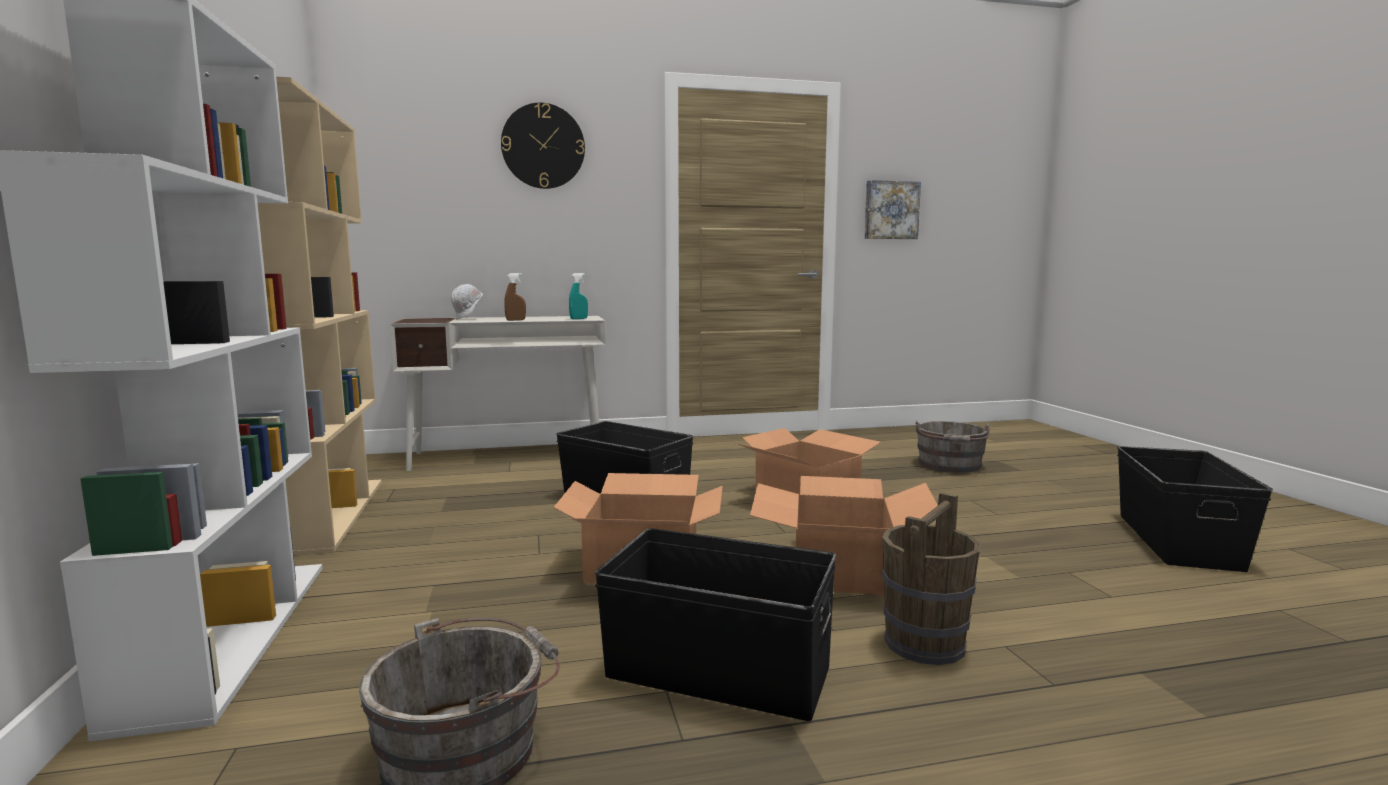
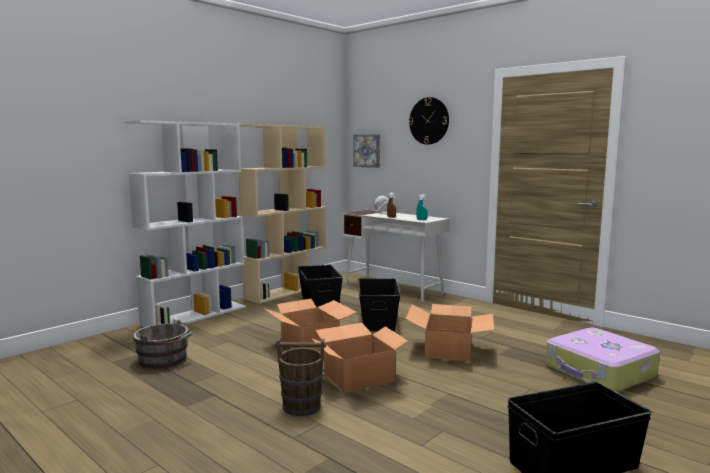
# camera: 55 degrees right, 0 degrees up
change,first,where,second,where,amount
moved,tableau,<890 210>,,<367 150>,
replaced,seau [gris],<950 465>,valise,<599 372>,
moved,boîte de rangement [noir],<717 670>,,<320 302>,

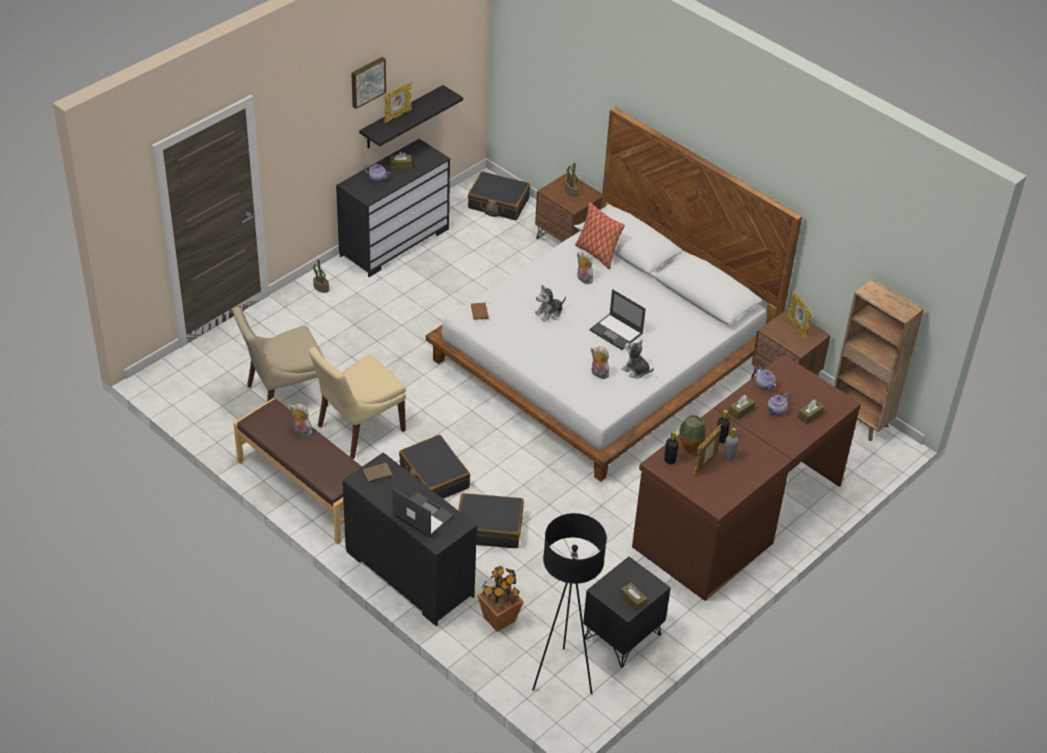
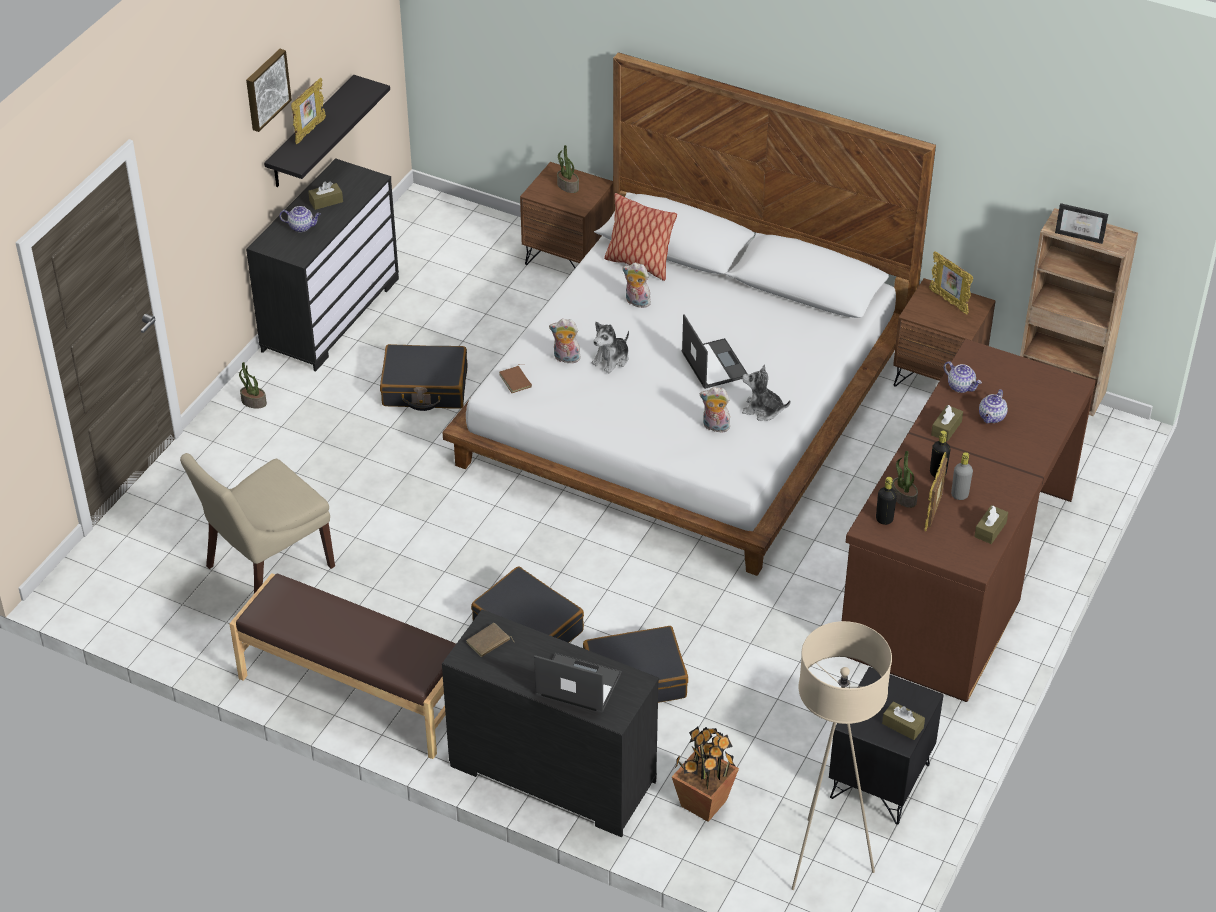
# camera: 15 degrees left, 0 degrees up
change,first,where,second,where,amount
moved,valise [noir],<498 203>,,<425 388>,
turned,ordinateur portable,<616 332>,,<714 363>,135 degrees counterclockwise
removed,chaise [beige],<358 429>,,,
moved,boîte à mouchoirs [marron],<810 415>,,<990 530>,
moved,peluche,<301 431>,,<565 359>,
replaced,vase,<689 449>,plante en pot,<903 498>,
recoloured,lampadaire [noir],<563 676>,lampadaire [beige],<824 858>,
added,,,cadre photo,<1081 235>,

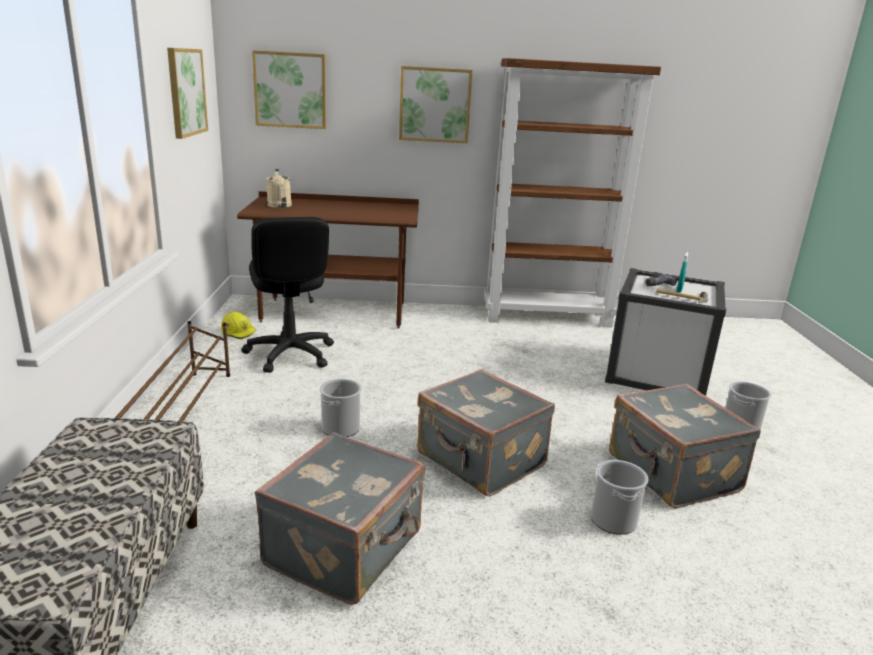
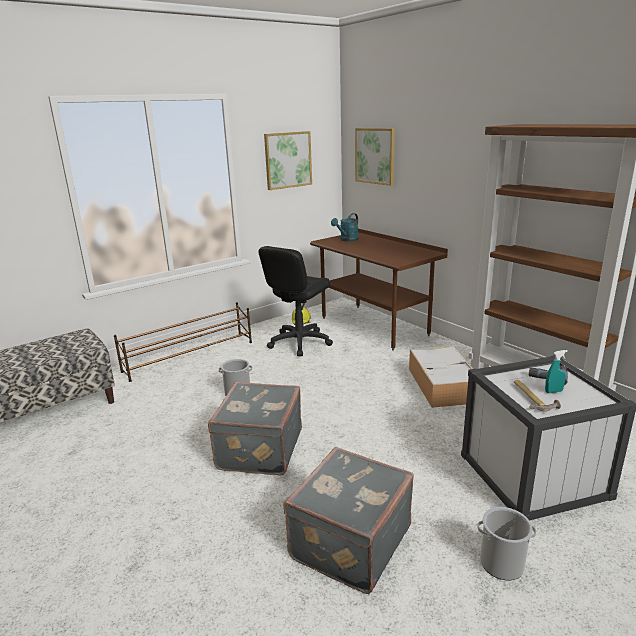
# camera: 55 degrees right, 0 degrees up
change,first,where,second,where,amount
removed,tableau,<435 105>,,,
recoloured,arrosoir [beige],<279 206>,arrosoir [turquoise],<347 240>,
removed,valise [gris],<346 549>,,,
removed,seau,<613 520>,,,
added,,,boîte de rangement,<443 385>,

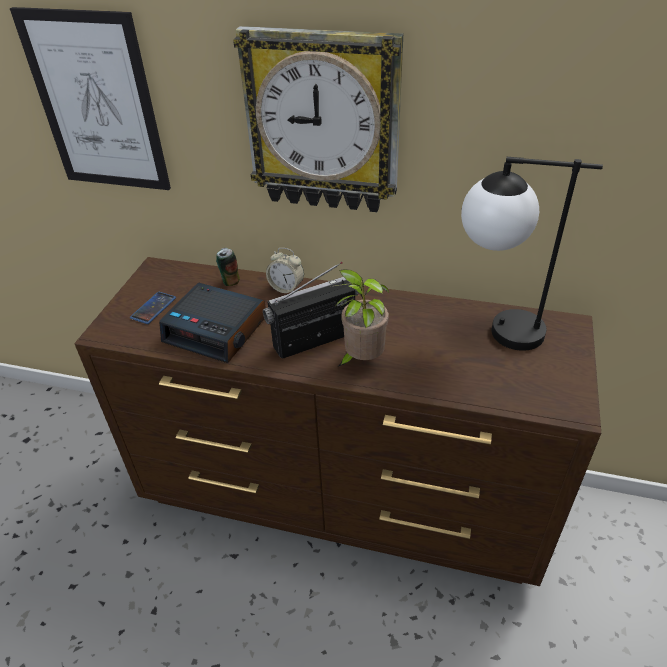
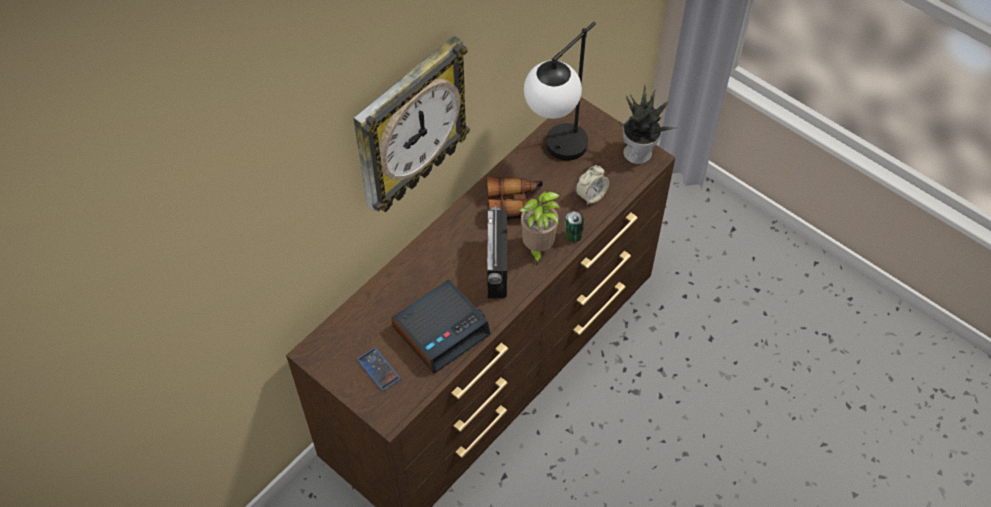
# camera: 65 degrees left, 15 degrees up
change,first,where,second,where,amount
removed,tableau,<97 104>,,,
moved,boîte métallique,<230 281>,,<573 236>,
moved,réveil,<286 288>,,<591 196>,
added,,,plante en pot,<639 152>,
added,,,jumelles,<515 205>,

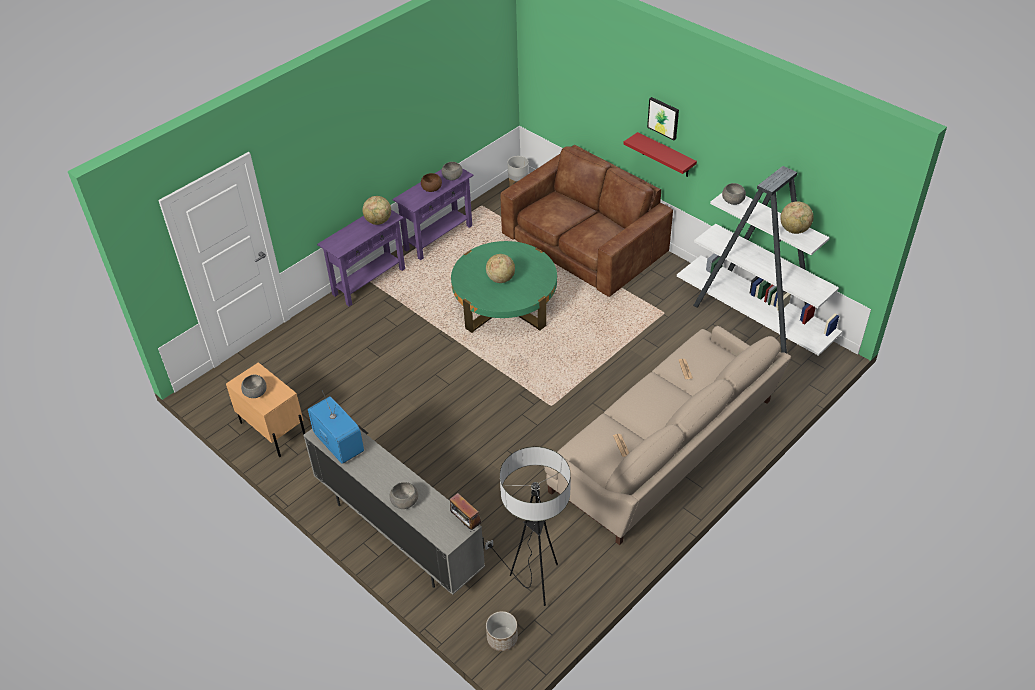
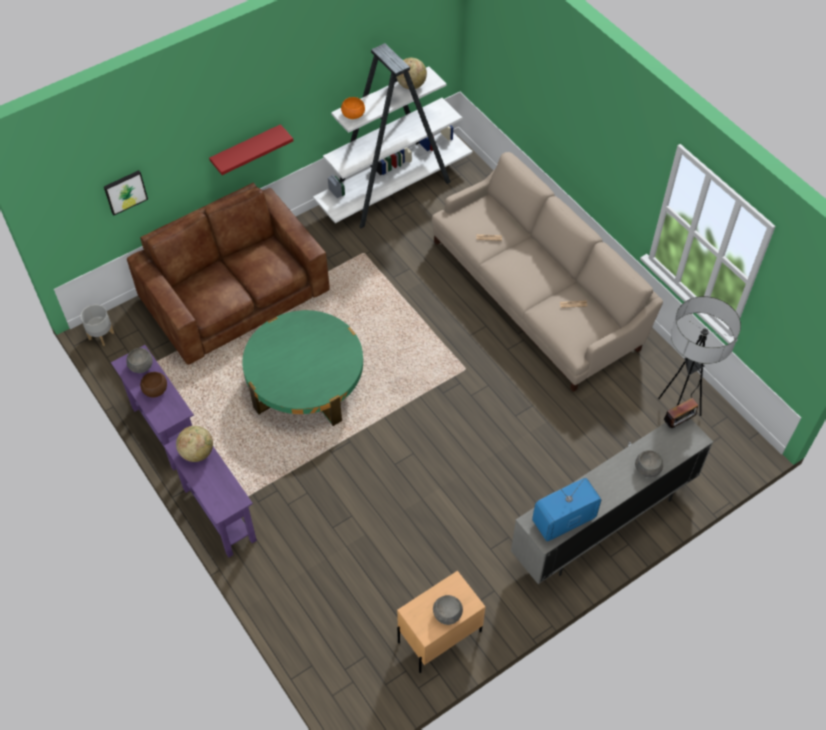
# camera: 80 degrees left, 10 degrees up
change,first,where,second,where,amount
moved,tableau,<663 118>,,<125 191>,
recoloured,bol [gris],<733 200>,bol [orange],<353 114>,
removed,globe,<500 279>,,,
removed,cache-pot,<502 638>,,,

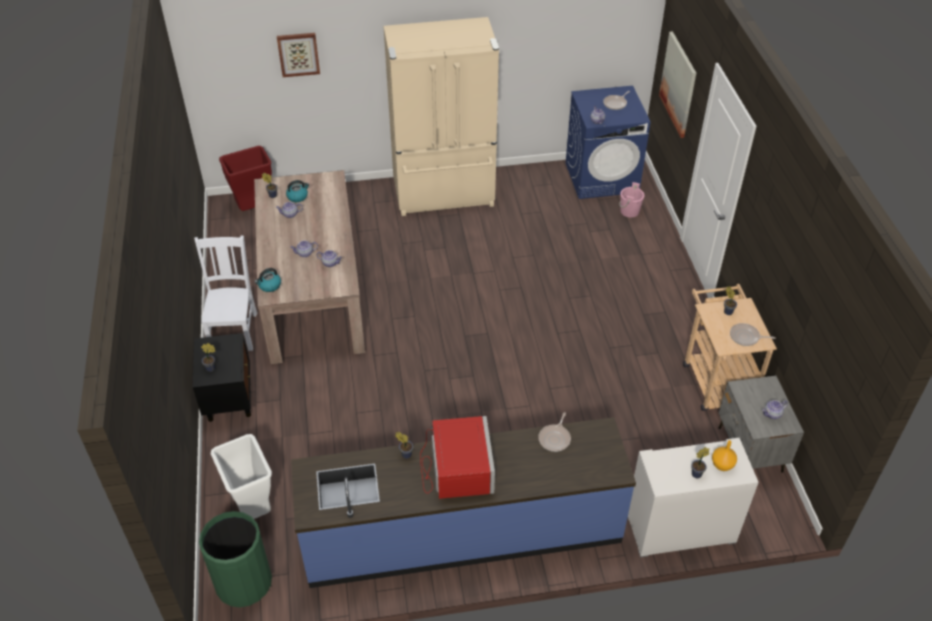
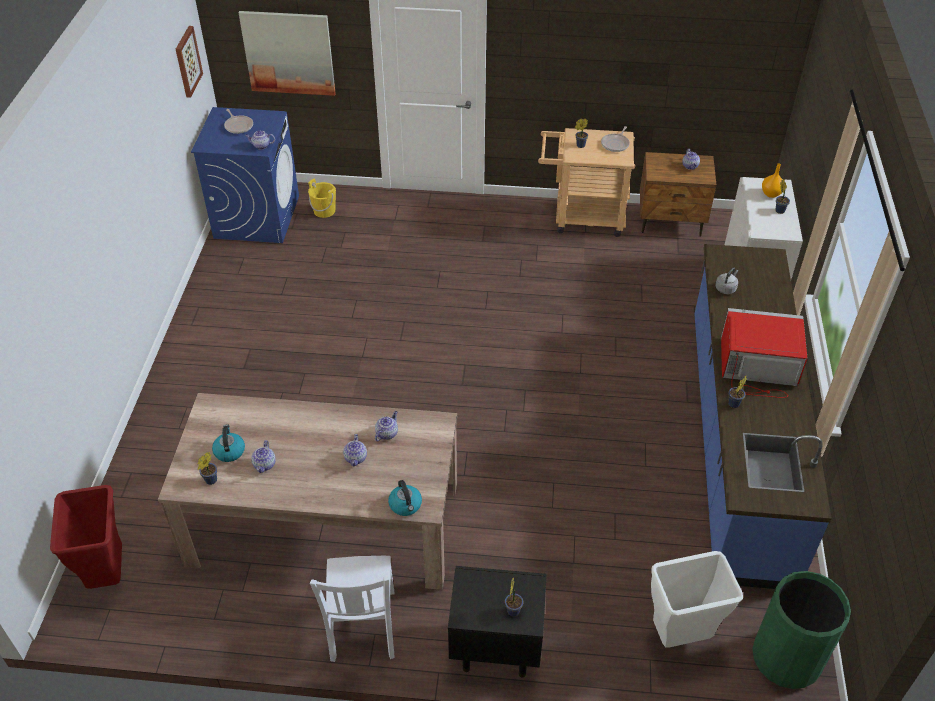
# camera: 75 degrees left, 0 degrees up
change,first,where,second,where,amount
removed,réfrigérateur [beige],<444 194>,,,
moved,tableau,<298 54>,,<187 61>,
recoloured,seau [rose],<629 211>,seau [jaune],<324 211>,
turned,chaise [blanc],<234 330>,,<362 628>,105 degrees counterclockwise
recoloured,table de chevet [gris],<749 450>,table de chevet [marron],<671 221>,
replaced,poêle,<555 438>,bouilloire [gris],<726 288>,

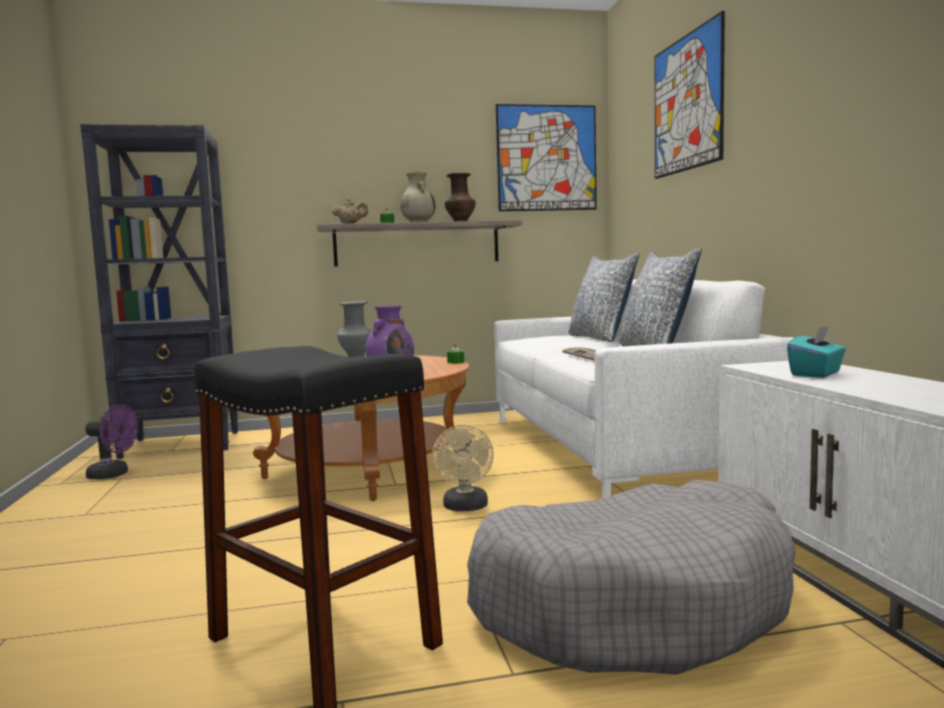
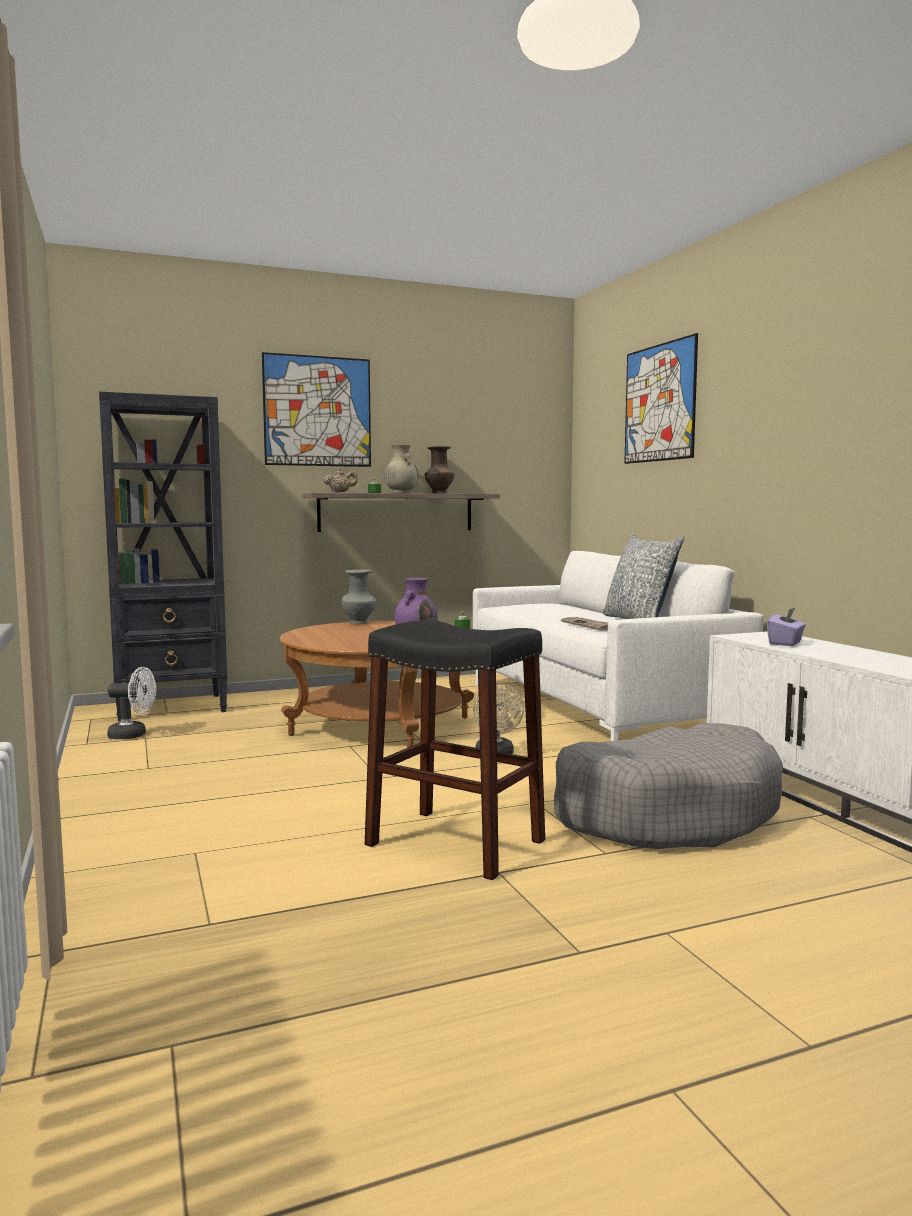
# camera: 10 degrees left, 0 degrees up
change,first,where,second,where,amount
moved,tableau,<546 158>,,<317 411>,
removed,coussin,<601 338>,,,
recoloured,boîte à mouchoirs [turquoise],<816 374>,boîte à mouchoirs [violet],<785 643>,
recoloured,ventilateur [violet],<114 475>,ventilateur [blanc],<133 735>,

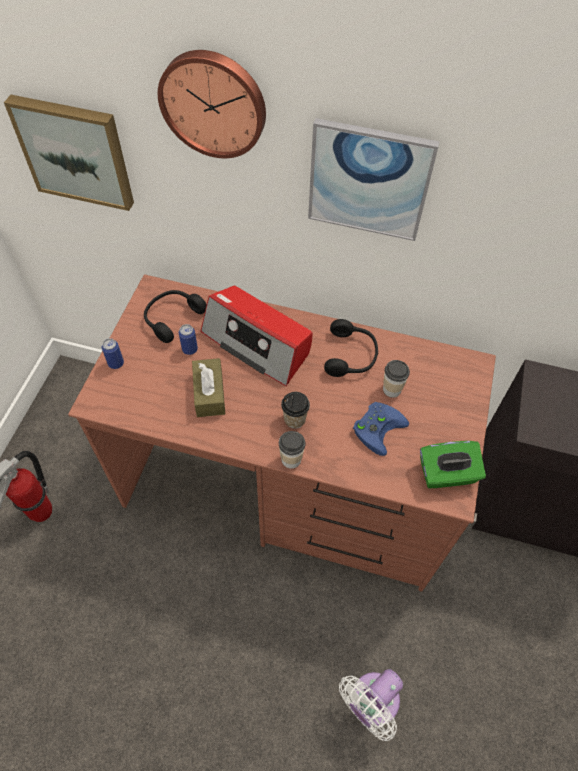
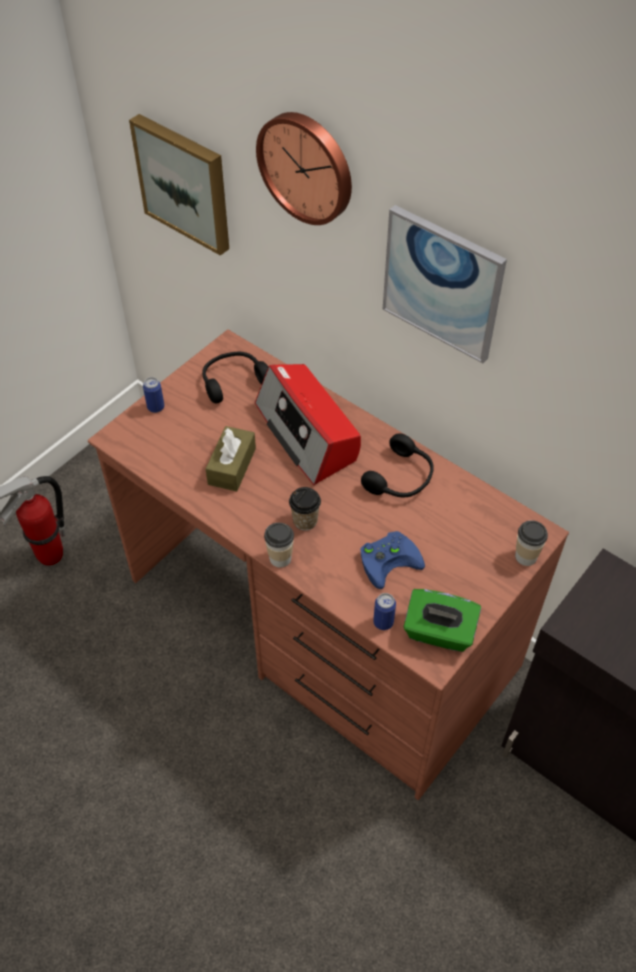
# camera: 25 degrees right, 5 degrees down
change,first,where,second,where,amount
moved,boîte métallique,<190 349>,,<383 622>,
moved,tasse,<391 389>,,<525 556>,
removed,ventilateur [blanc],<370 703>,,,

